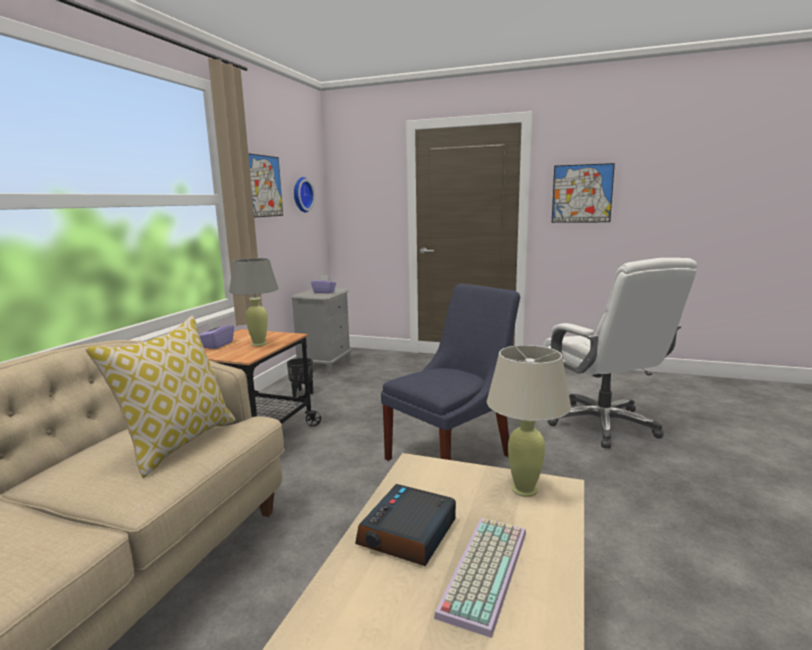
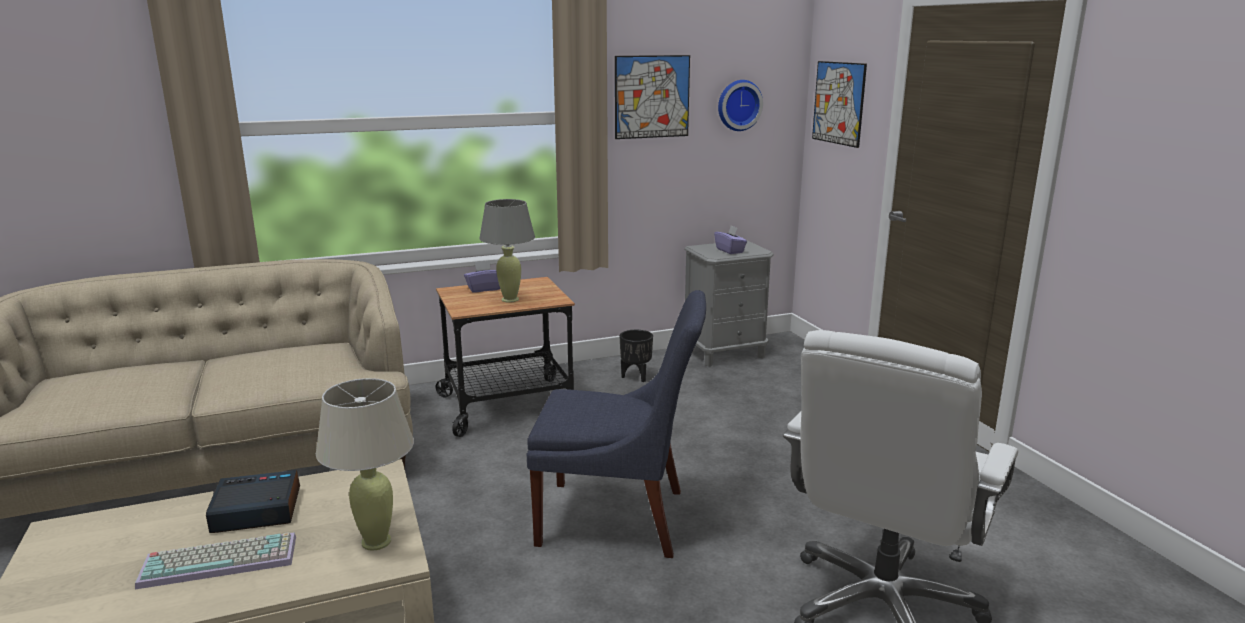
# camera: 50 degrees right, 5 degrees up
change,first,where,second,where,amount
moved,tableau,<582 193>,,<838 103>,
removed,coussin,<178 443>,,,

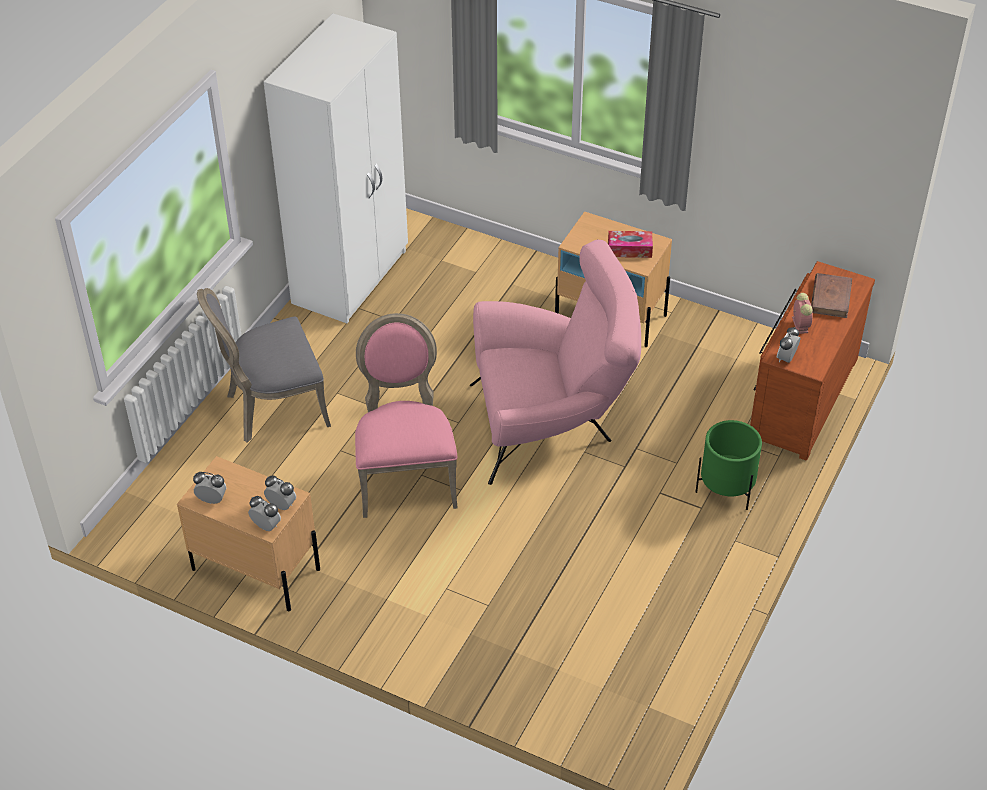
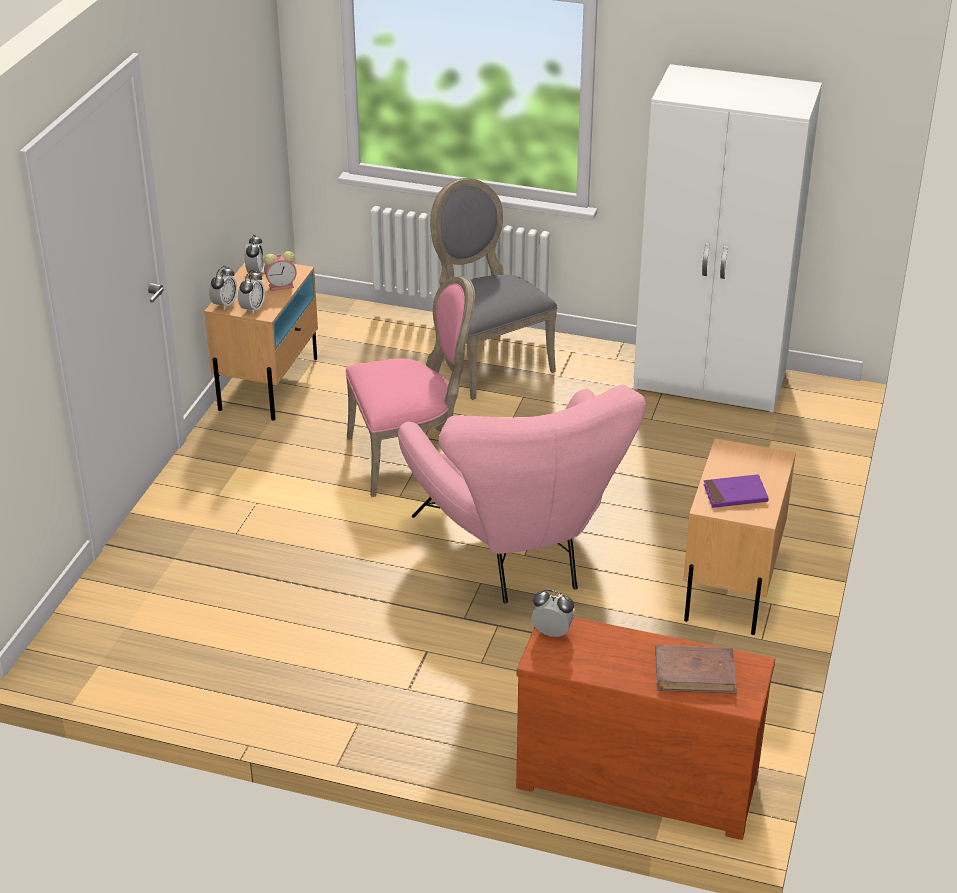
# camera: 80 degrees right, 10 degrees down
change,first,where,second,where,amount
replaced,boîte à mouchoirs,<629 249>,livre [violet],<735 494>,
moved,réveil,<799 325>,,<282 286>,
removed,cache-pot [vert],<726 490>,,,

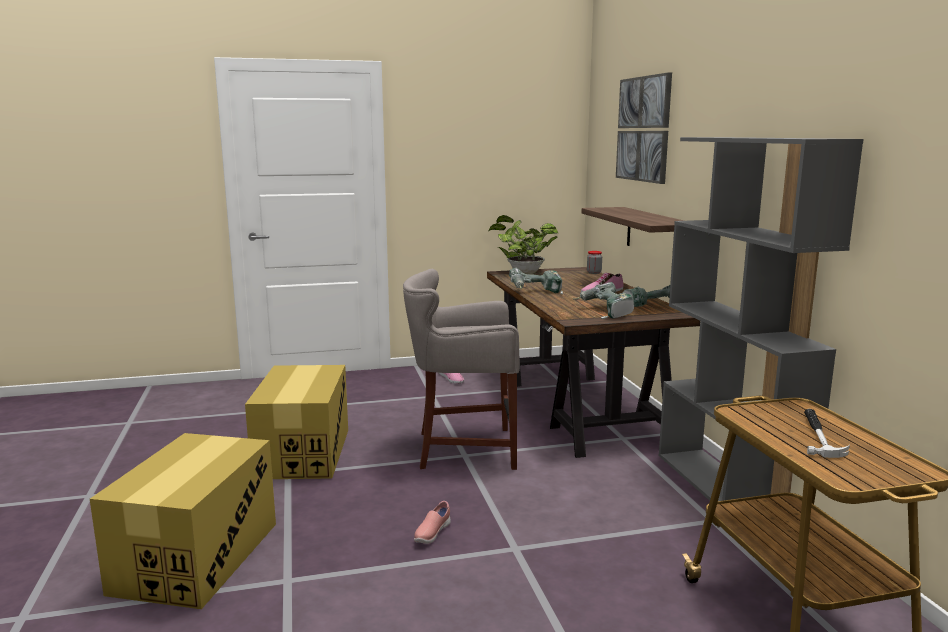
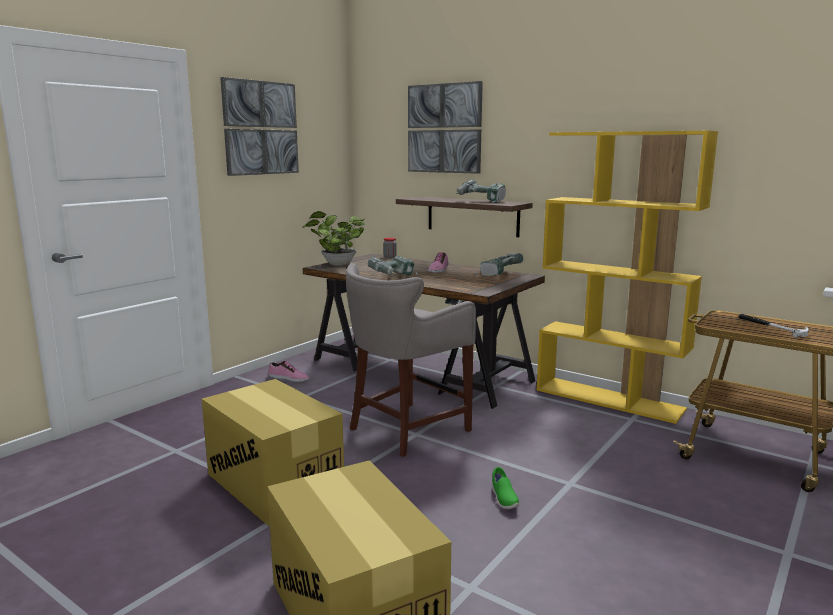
# camera: 40 degrees left, 0 degrees up
change,first,where,second,where,amount
recoloured,bibliothèque [gris],<728 492>,bibliothèque [jaune],<609 399>,
moved,perceuse,<604 312>,,<479 201>,
recoloured,chaussure [rose],<432 534>,chaussure [vert],<503 499>,
added,,,tableau,<260 128>,

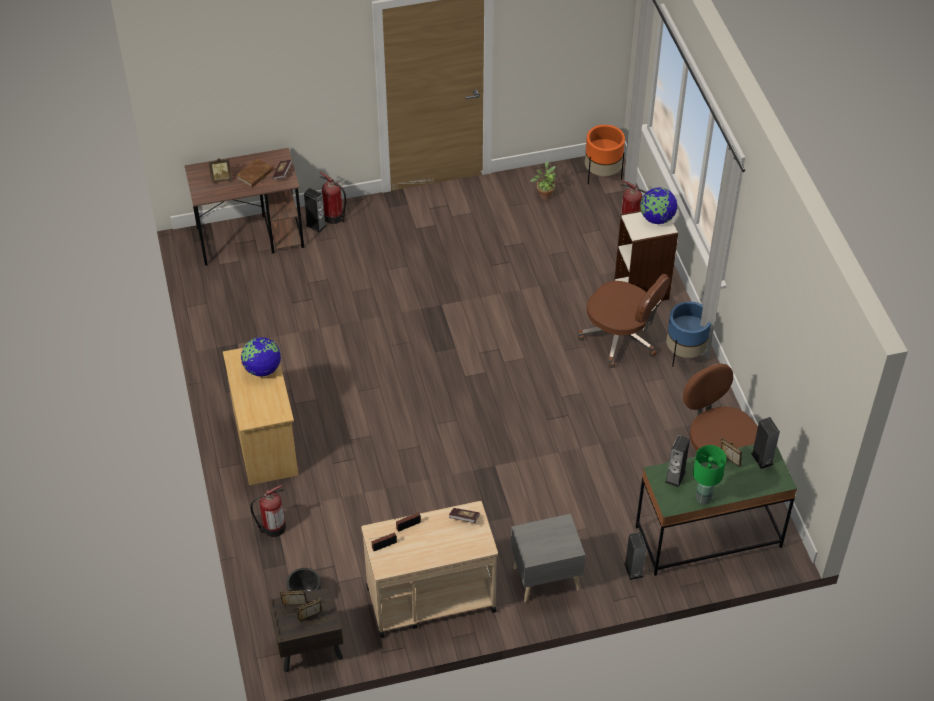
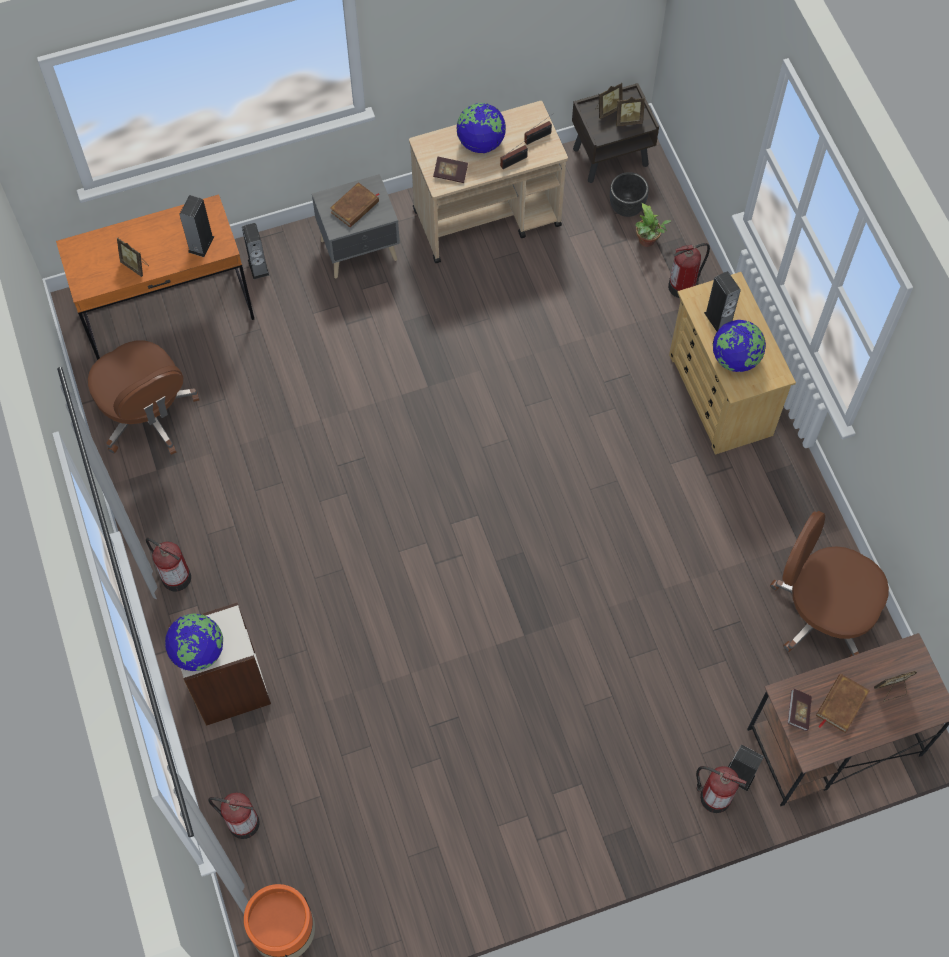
# camera: 175 degrees right, 15 degrees up
change,first,where,second,where,amount
moved,plante en pot,<544 194>,,<648 242>,
moved,chaise de bureau [marron],<621 339>,,<821 611>,
replaced,cache-pot [bleu],<685 354>,extincteur,<174 576>,
moved,enceinte,<762 459>,,<718 319>,
recoloured,bureau [vert],<708 537>,bureau [orange],<168 313>,
removed,lampe de table [vert],<703 498>,,,
added,,,globe,<480 143>,
added,,,livre [marron],<355 207>,

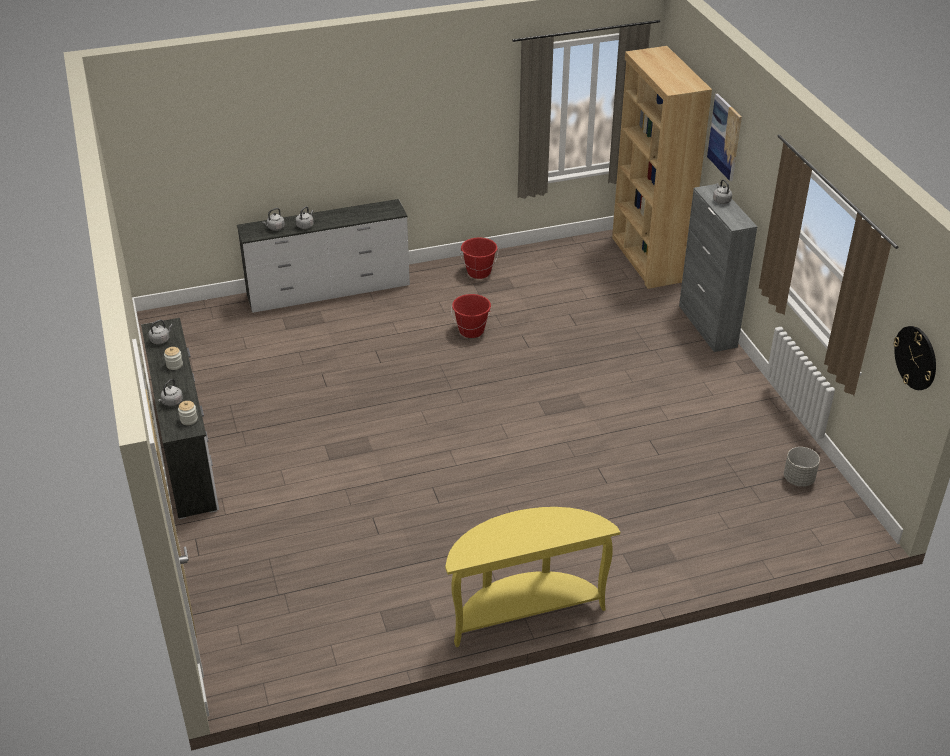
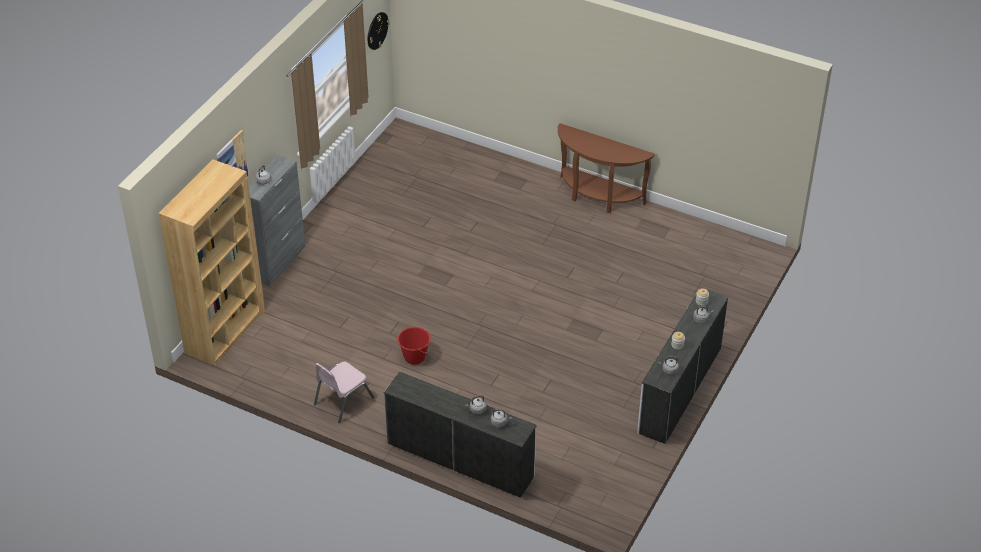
# camera: 135 degrees left, 5 degrees up
change,first,where,second,where,amount
replaced,seau [rouge],<479 272>,chaise [rose],<343 401>,
removed,cache-pot [gris],<799 479>,,,
recoloured,table console [jaune],<524 611>,table console [marron],<597 197>,

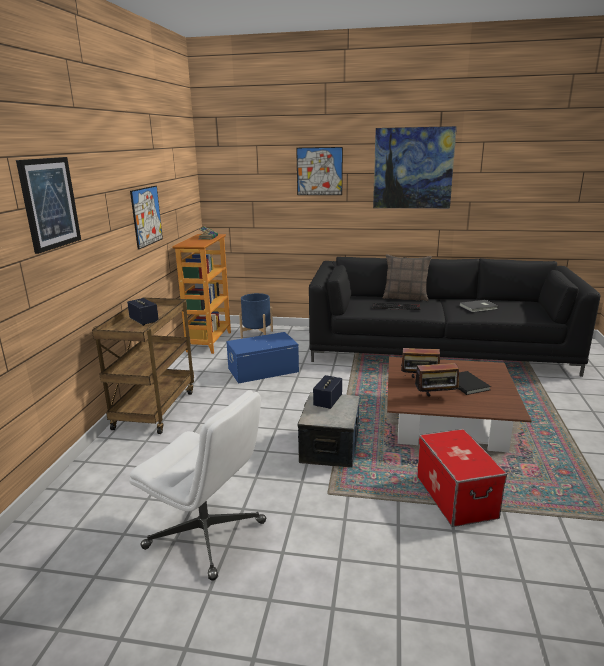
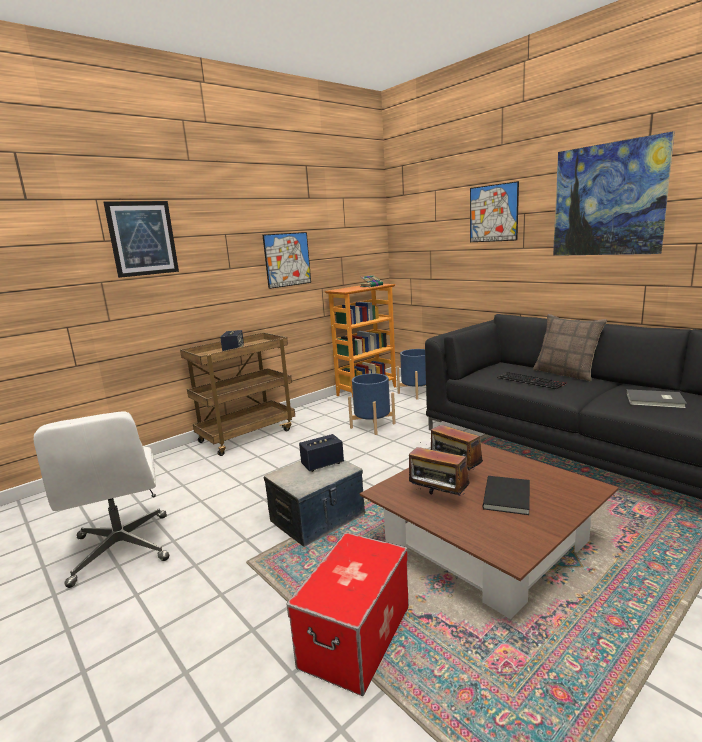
# camera: 40 degrees right, 5 degrees down
change,first,where,second,where,amount
replaced,boîte de rangement [bleu],<262 370>,cache-pot [bleu],<372 426>,

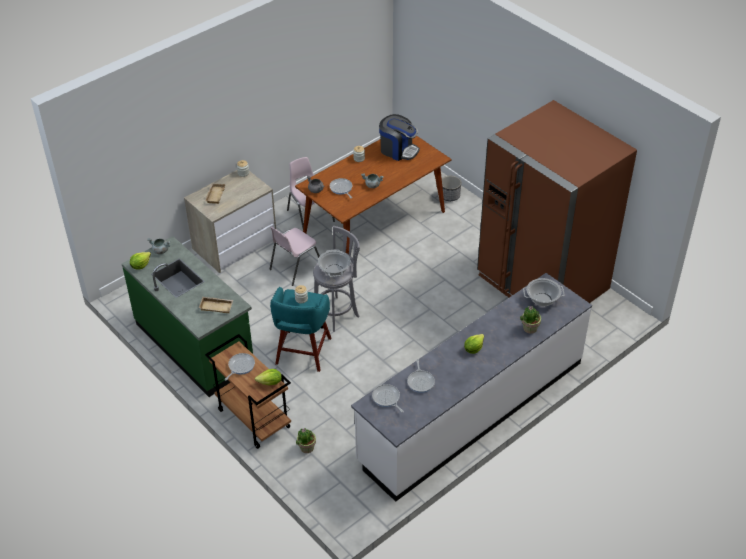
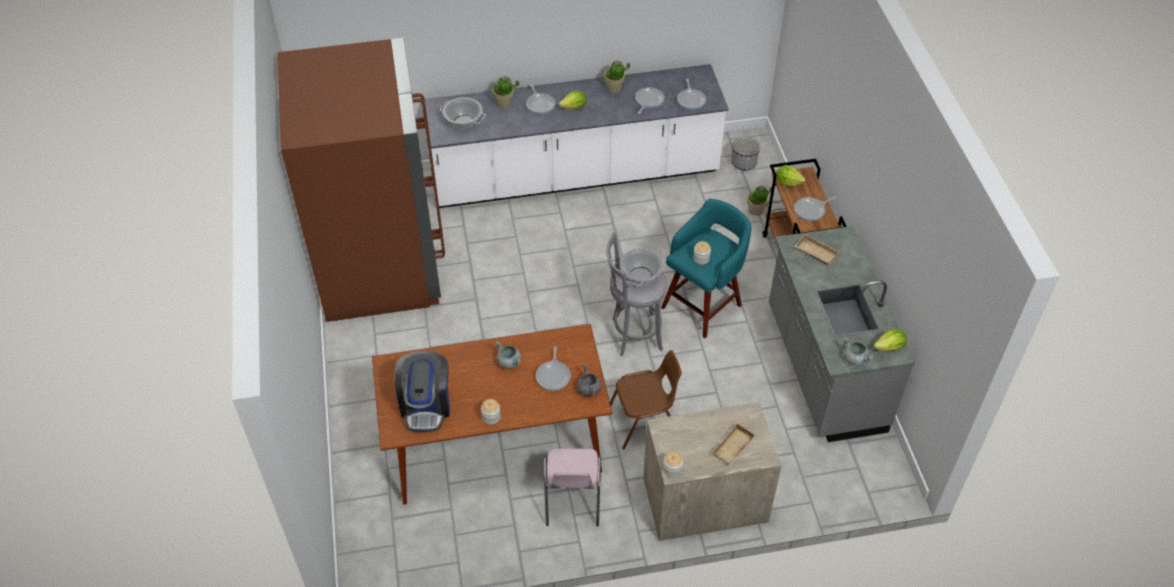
# camera: 150 degrees left, 5 degrees up
change,first,where,second,where,amount
turned,machine à café,<398 150>,,<426 405>,150 degrees counterclockwise
moved,cache-pot,<449 196>,,<743 163>,
recoloured,chaise [rose],<295 267>,chaise [marron],<645 421>,
recoloured,comptoir de cuisine [vert],<195 345>,comptoir de cuisine [gris],<823 369>,
added,,,plante en pot,<614 88>,
added,,,poêle,<540 104>,

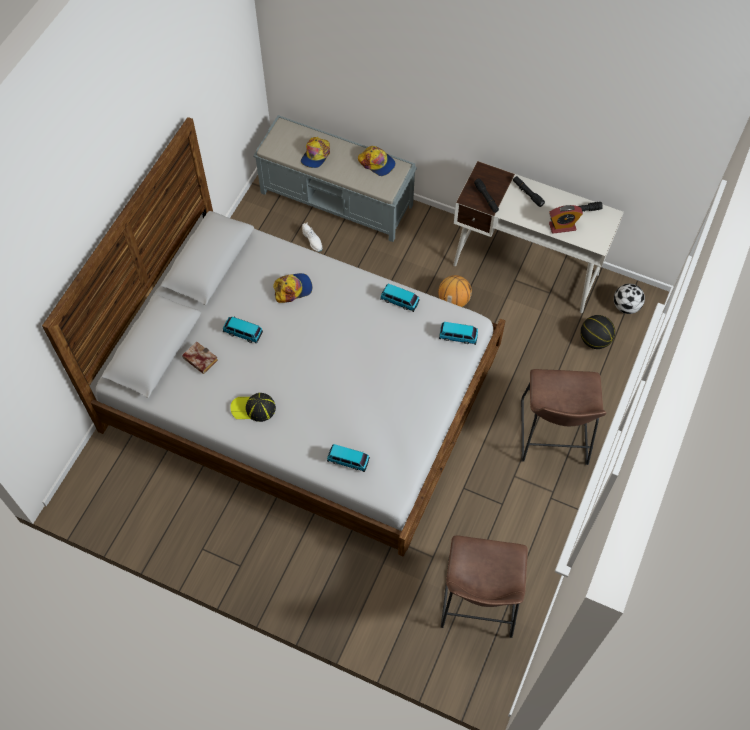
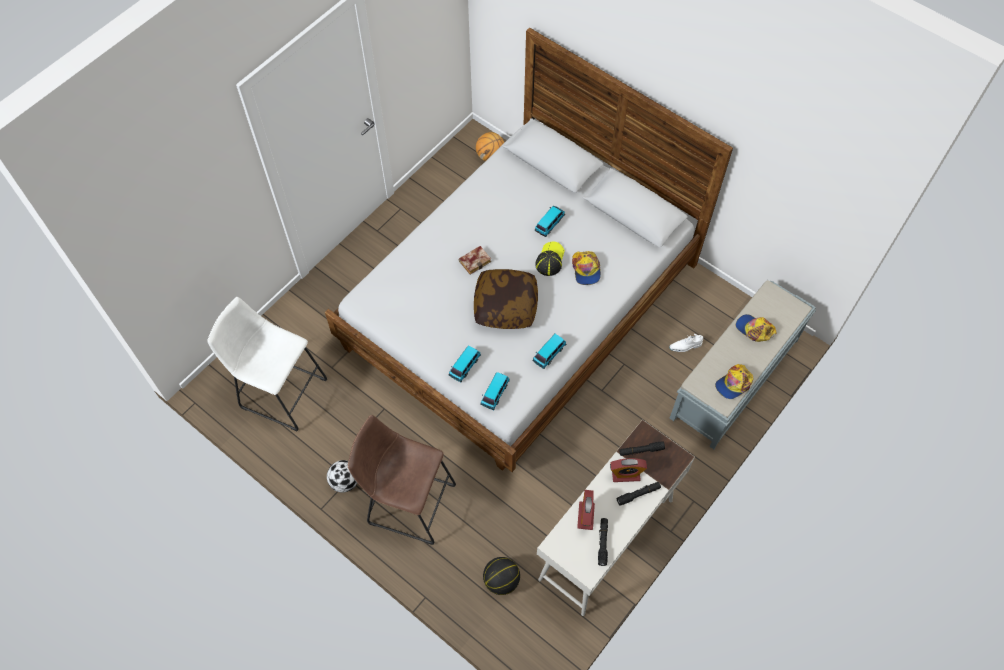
# camera: 105 degrees right, 0 degrees up
change,first,where,second,where,amount
moved,ballon de basket,<453 300>,,<490 156>,
moved,ballon de foot,<626 306>,,<345 482>,
moved,livre,<198 359>,,<475 260>,
moved,casquette,<253 408>,,<550 259>,
moved,petite voiture,<348 460>,,<464 366>,
recoloured,tabouret [marron],<478 602>,tabouret [blanc],<279 391>,
added,,,coussin,<505 305>,
added,,,réveil,<625 474>,

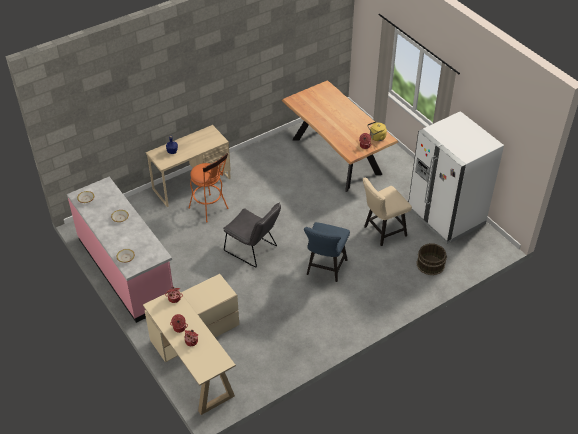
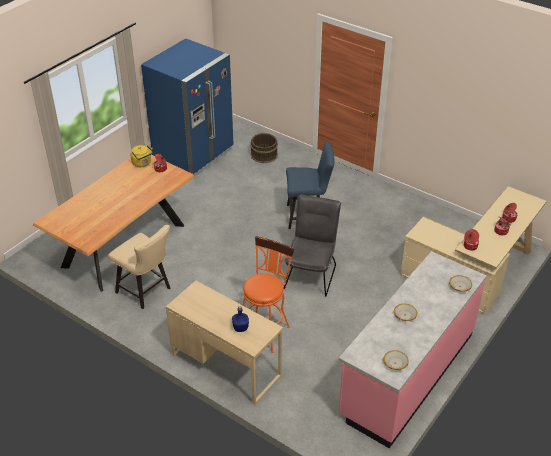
# camera: 110 degrees left, 5 degrees down
change,first,where,second,where,amount
recoloured,réfrigérateur [blanc],<446 216>,réfrigérateur [bleu],<193 155>,
moved,chaise [beige],<382 232>,,<146 291>,

